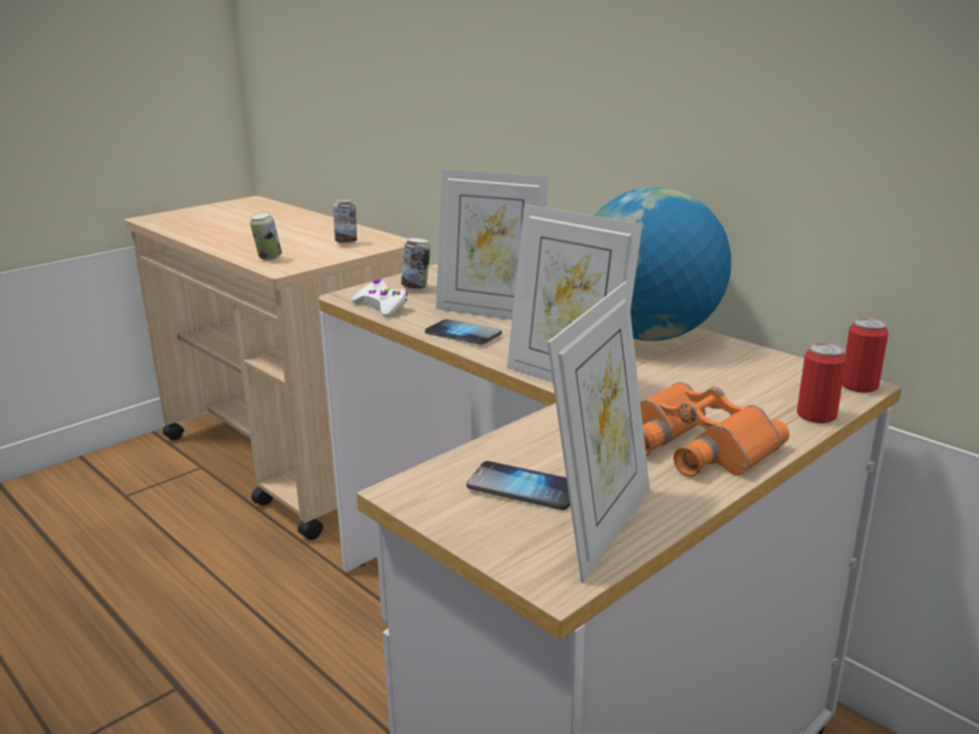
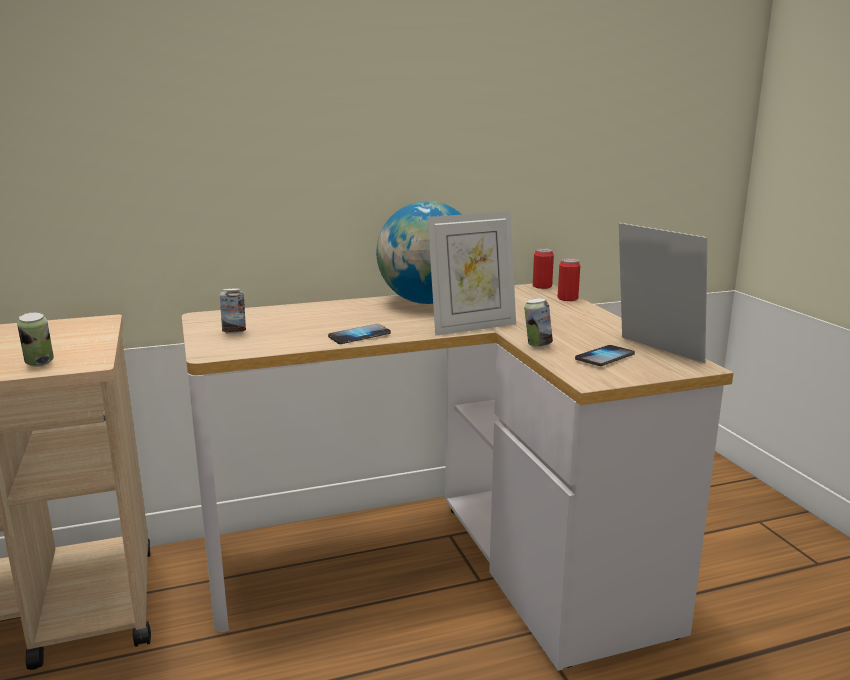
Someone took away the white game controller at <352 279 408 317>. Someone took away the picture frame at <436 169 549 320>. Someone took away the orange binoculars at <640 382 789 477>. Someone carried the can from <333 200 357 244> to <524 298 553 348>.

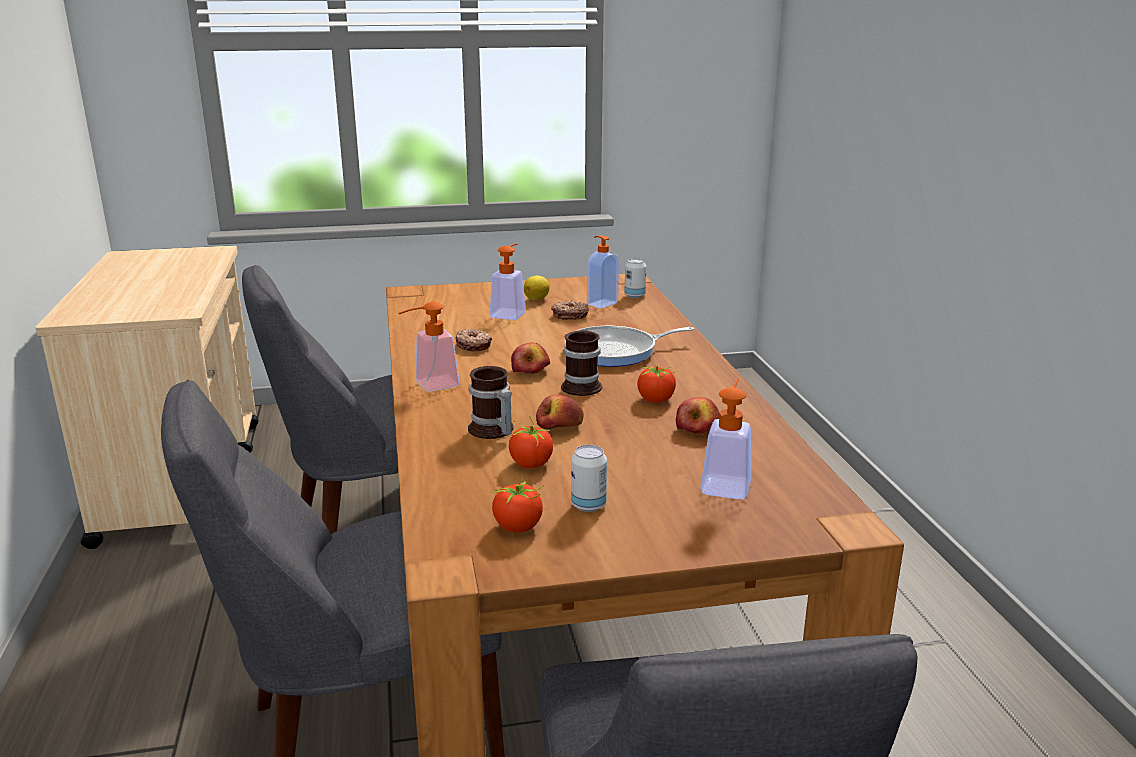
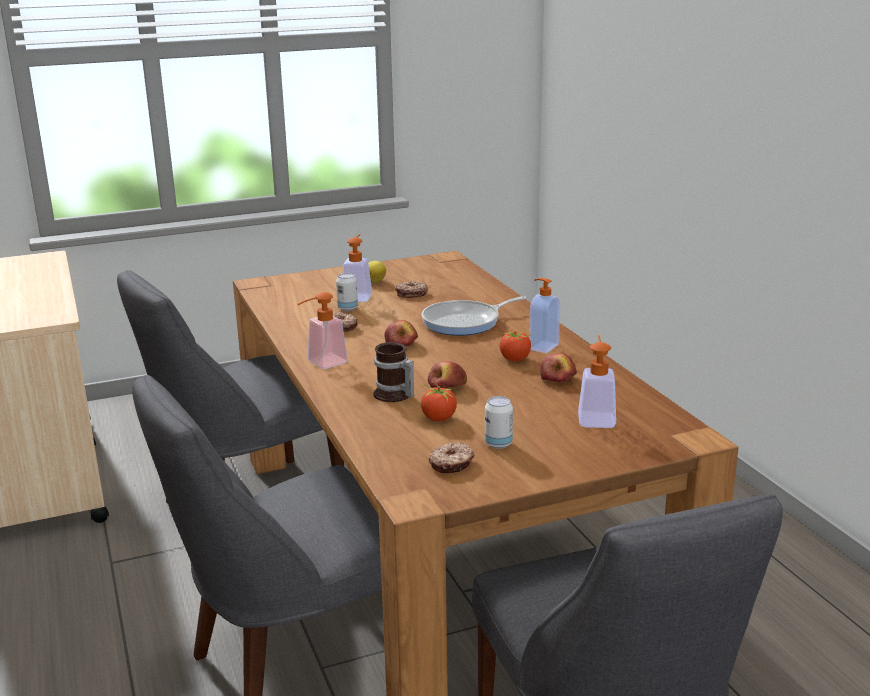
Someone took away the coffee mug at <561 330 602 396>. Someone carried the soap bottle from <587 235 619 309> to <529 278 560 353>. Someone carried the can from <624 258 646 298> to <336 273 358 311>. Someone swapped the whole tomato at <491 479 544 533> for the doughnut at <429 443 474 473>.

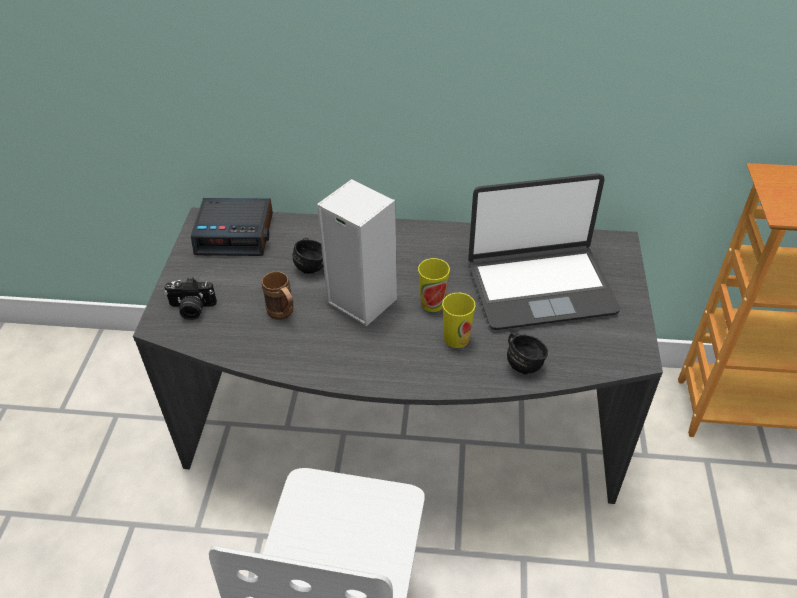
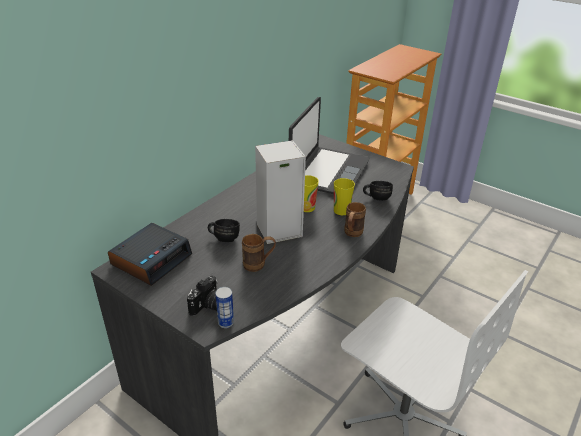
Someone put down the can at <215 287 234 328>. Someone put down the brown-coloured coffee mug at <344 202 366 237>.

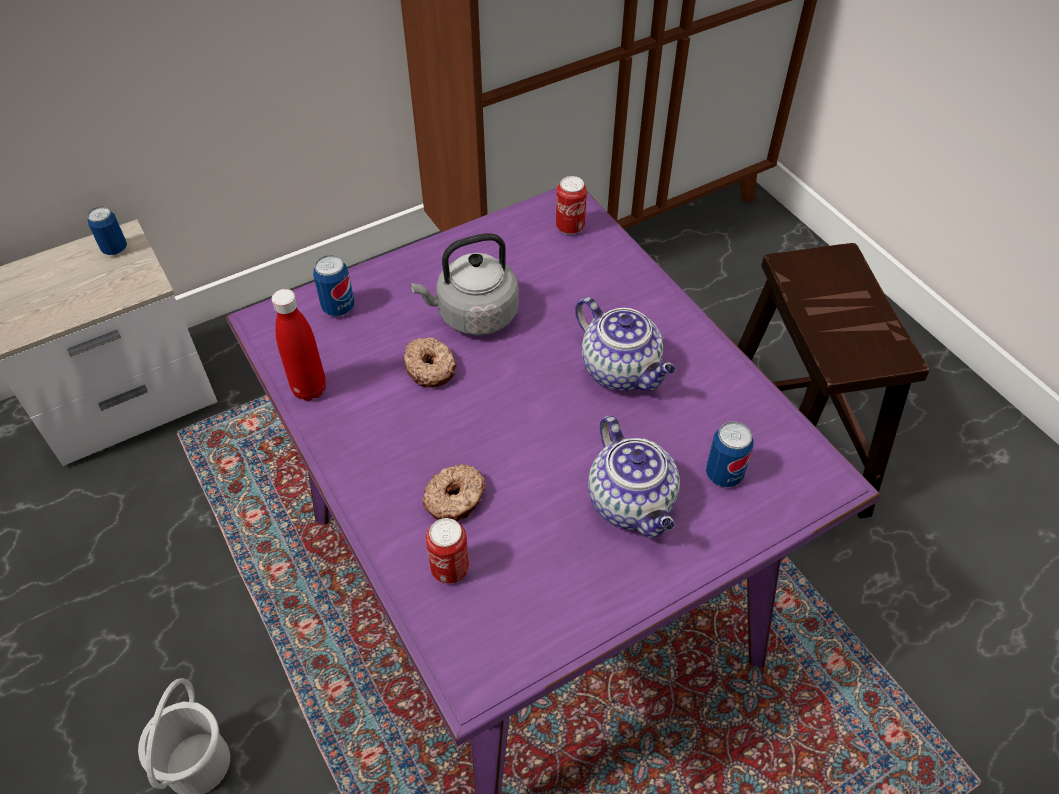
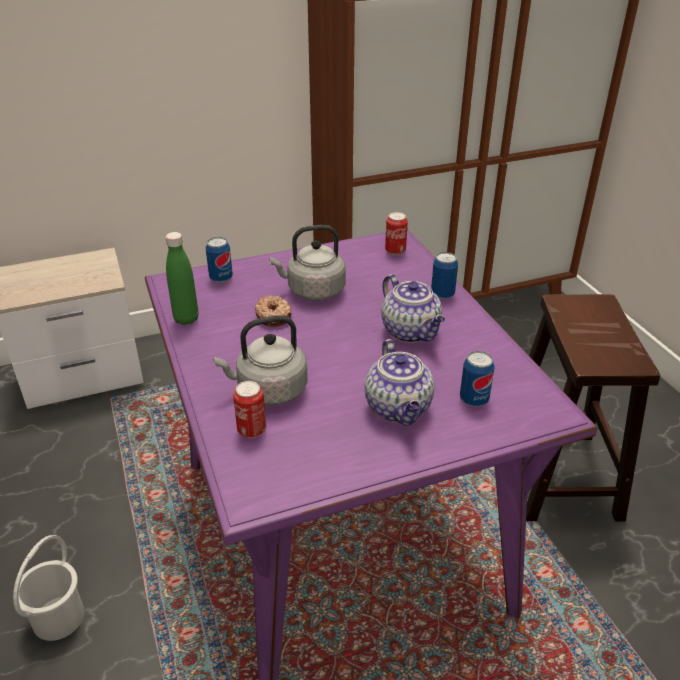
Someone carried the can from <87 206 127 255> to <431 252 458 299>. Someone swapped the doughnut at <422 464 486 521> for the gray tea kettle at <213 315 308 405>. Someone repainted the reddish bottle at <272 289 326 401>, which became the green bottle at <165 232 199 325>.

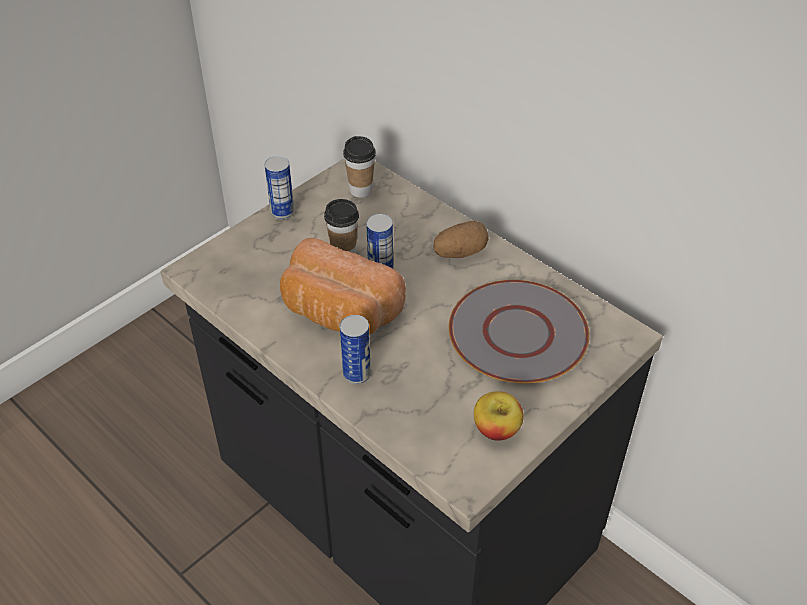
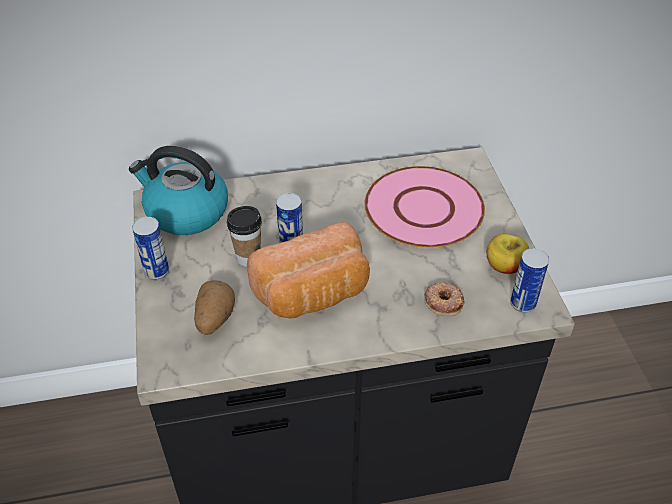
Someone put down the doughnut at <424 282 465 316>. Someone carried the can from <340 315 371 384> to <510 248 549 313>. Someone carried the potato from <433 220 489 258> to <194 280 235 335>. Someone swapped the cup at <343 136 376 198> for the tea kettle at <129 146 228 235>. Someone repainted the gray dinner plate at <449 280 589 384>, which became the pink dinner plate at <364 166 485 248>.

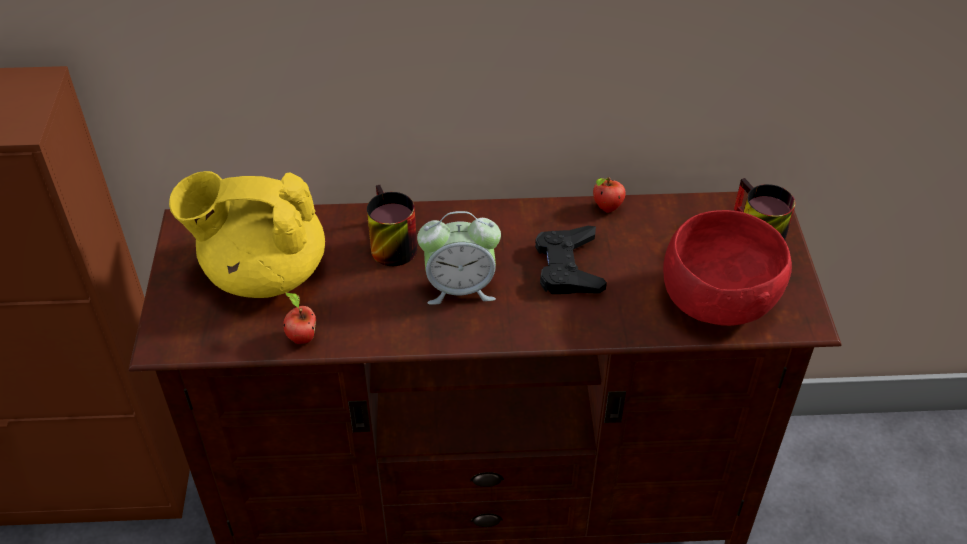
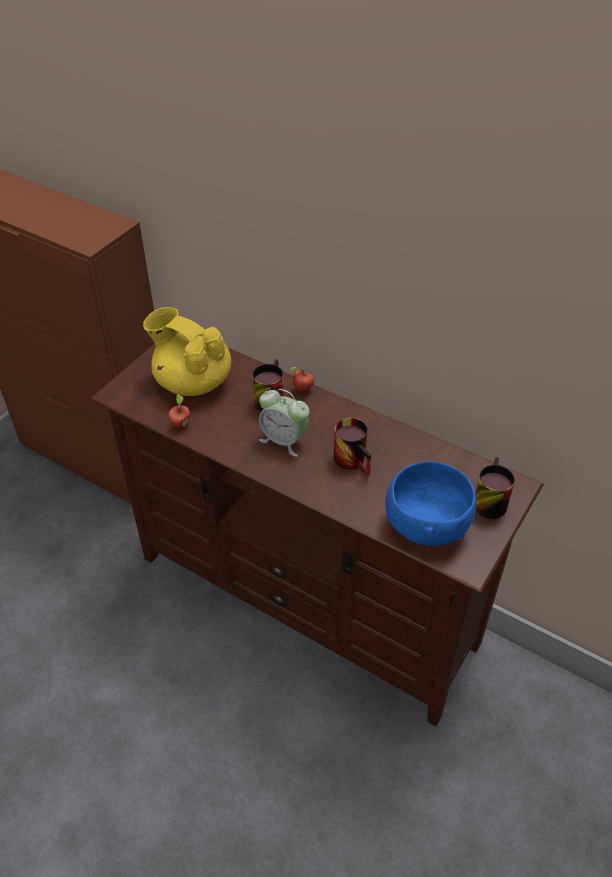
Someone carried the whole apple from <593 177 626 213> to <289 367 314 393>. Someone swapped the blackish game controller at <535 226 607 294> for the coffee mug at <334 418 371 476>. Someone repainted the reddish deep dish at <663 210 792 326>, which became the blue-coloured deep dish at <386 462 476 546>.

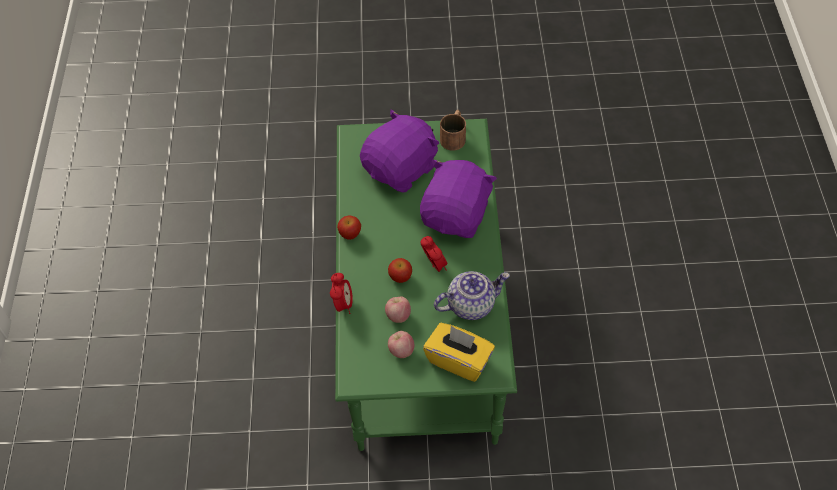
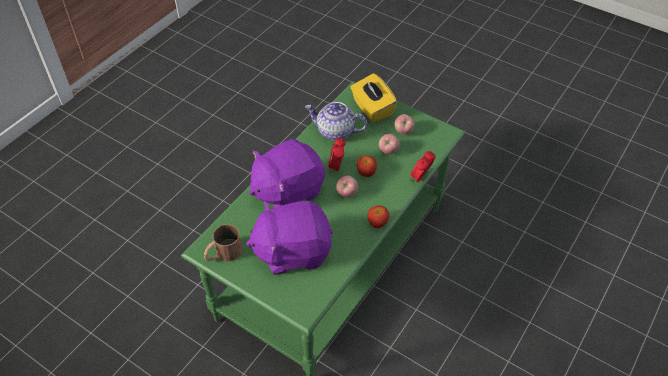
Someone put down the whole apple at <336 176 358 198>.

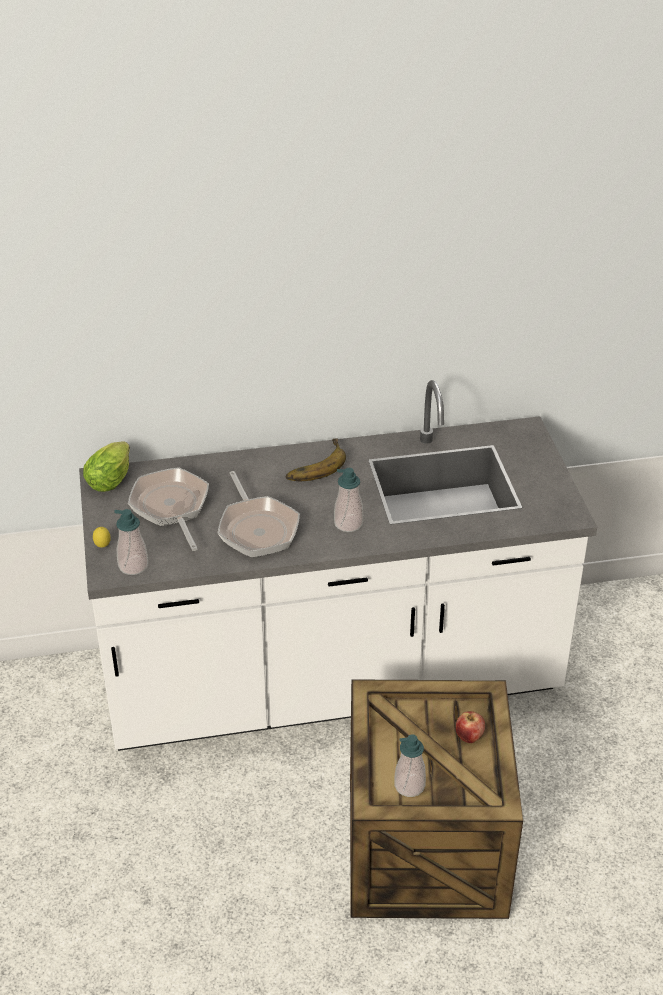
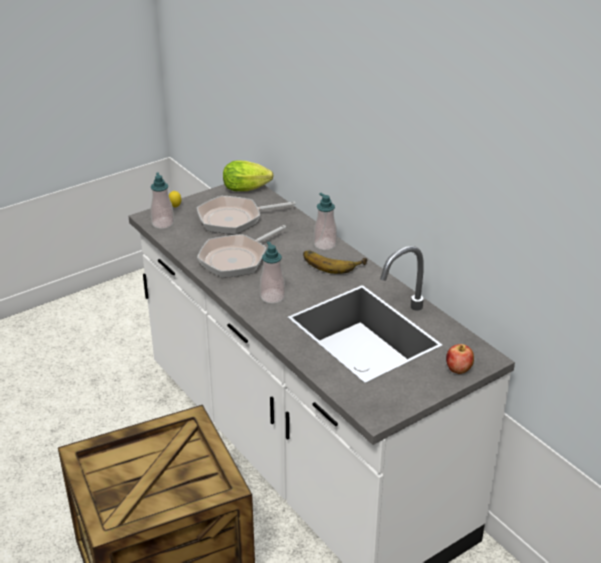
Someone carried the soap bottle from <394 734 426 797> to <314 193 337 250>. Someone carried the whole apple from <456 711 485 743> to <446 344 474 374>. Someone rotated the pan at <128 467 209 551> by 150 degrees counterclockwise.

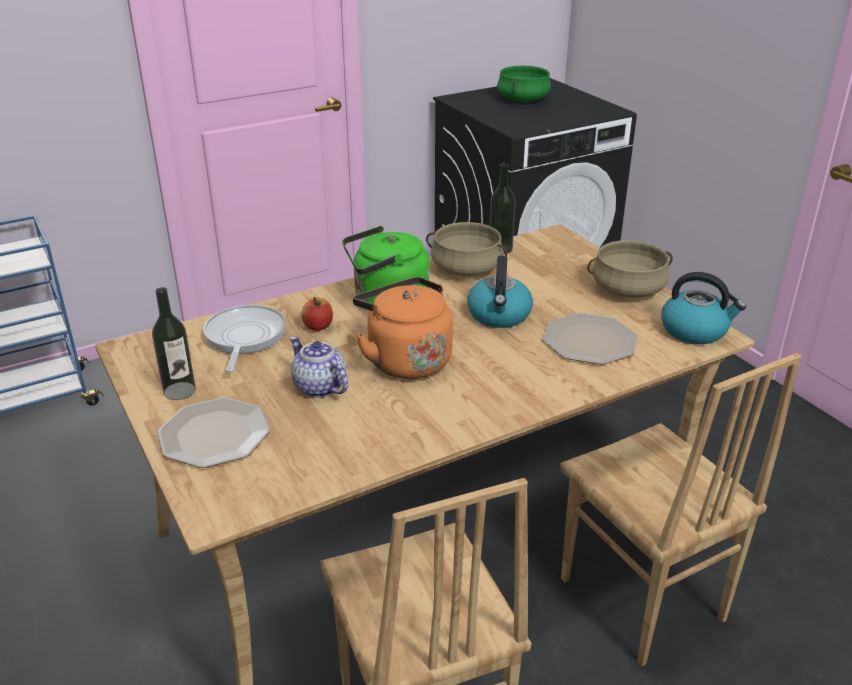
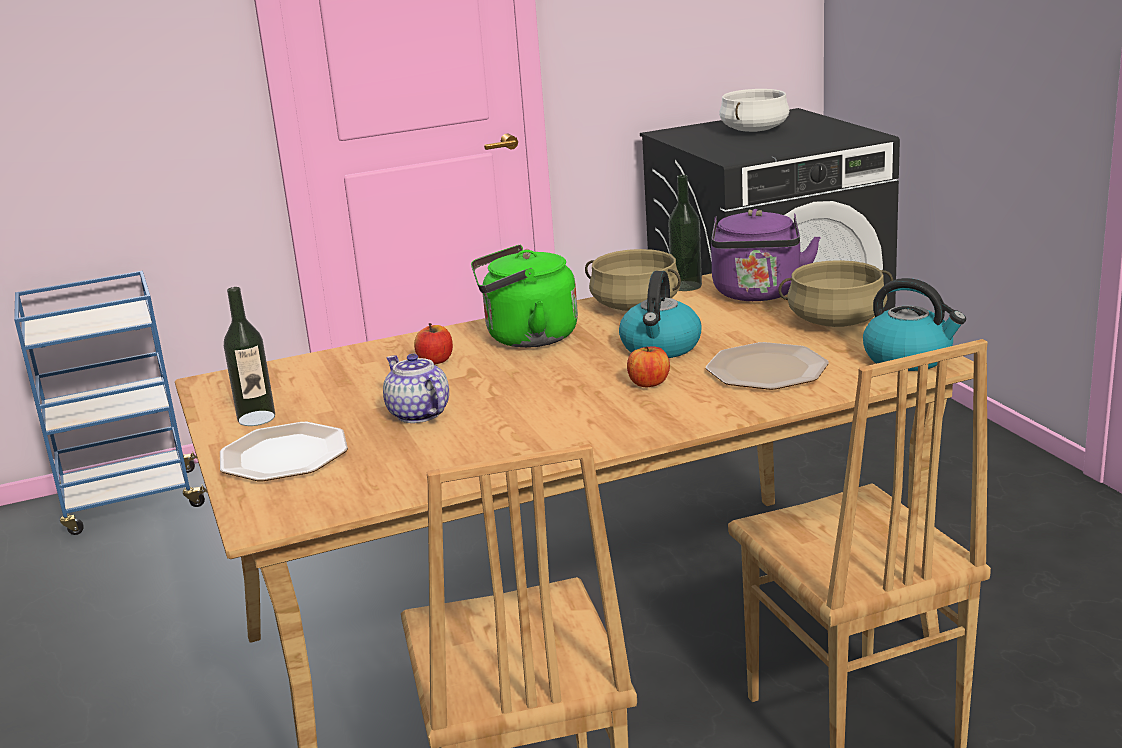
Someone took away the pan at <203 305 286 372>. Someone took away the orange tea kettle at <353 277 453 379>. Someone put down the whole apple at <627 346 670 387>. Someone put down the purple-coloured tea kettle at <711 209 821 301>. Someone repainted the green cooking pot at <497 66 551 102>, which became the white cooking pot at <719 89 789 132>.

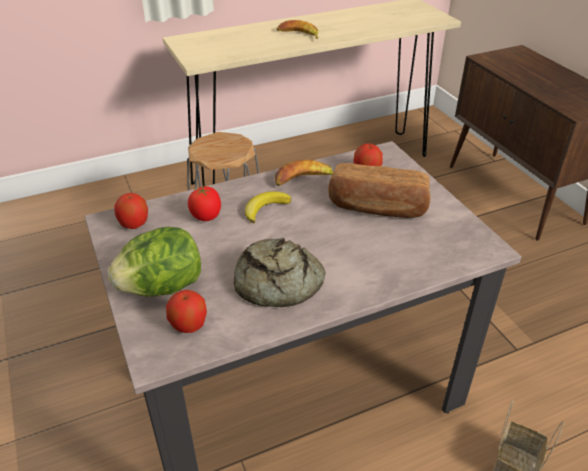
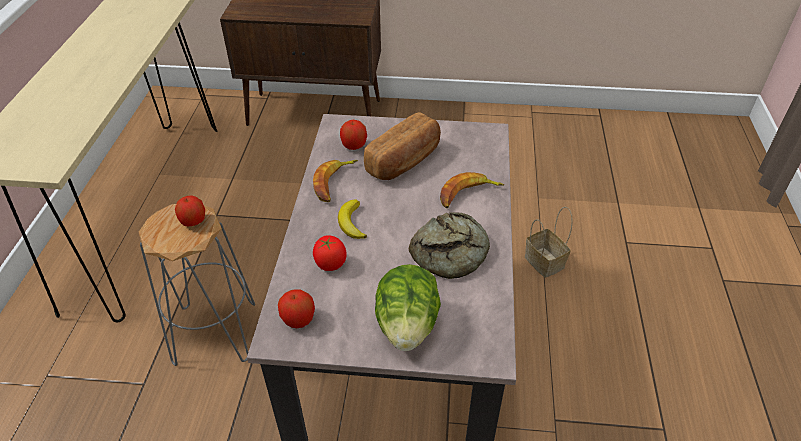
Someone carried the whole apple from <166 290 207 333> to <175 195 205 227>. Someone carried the banana from <277 20 318 39> to <440 172 504 208>.

